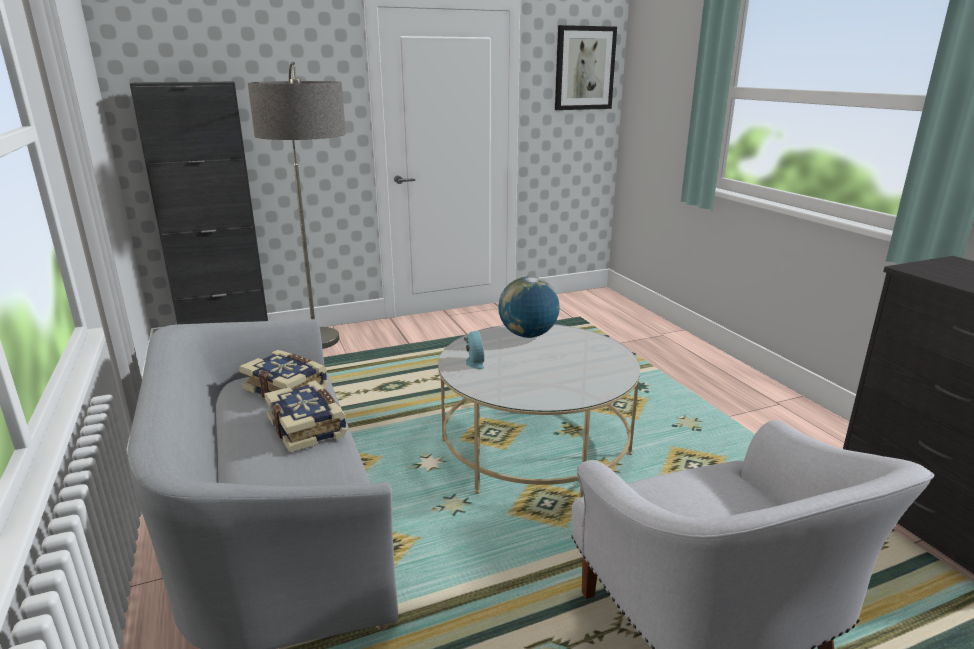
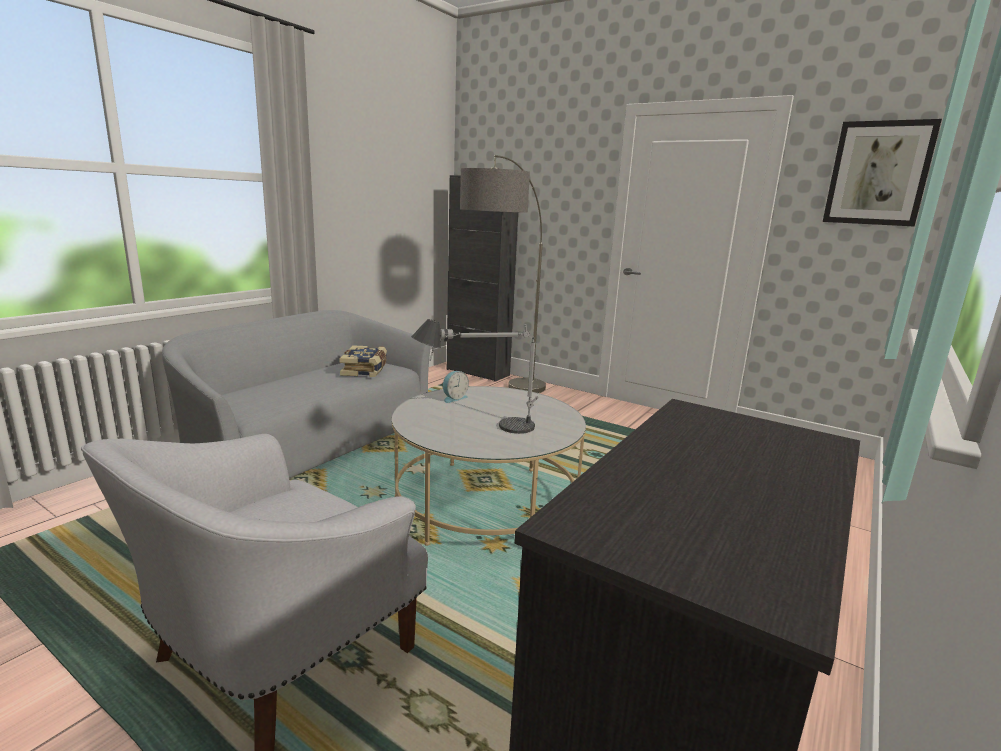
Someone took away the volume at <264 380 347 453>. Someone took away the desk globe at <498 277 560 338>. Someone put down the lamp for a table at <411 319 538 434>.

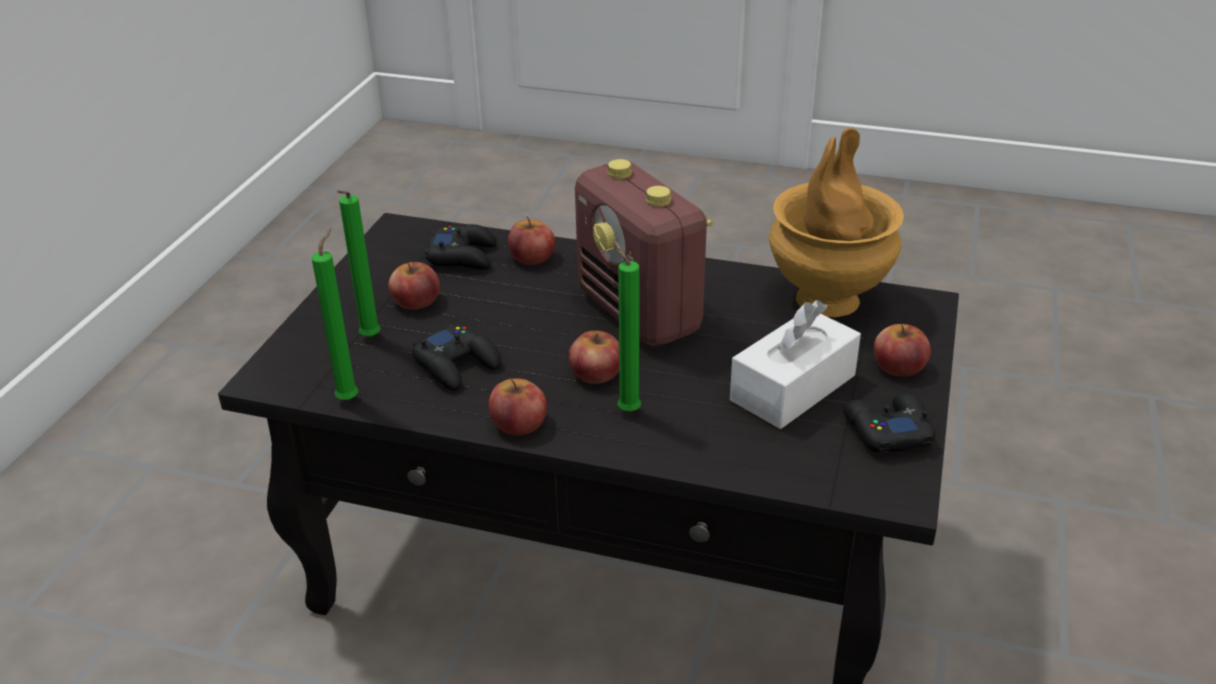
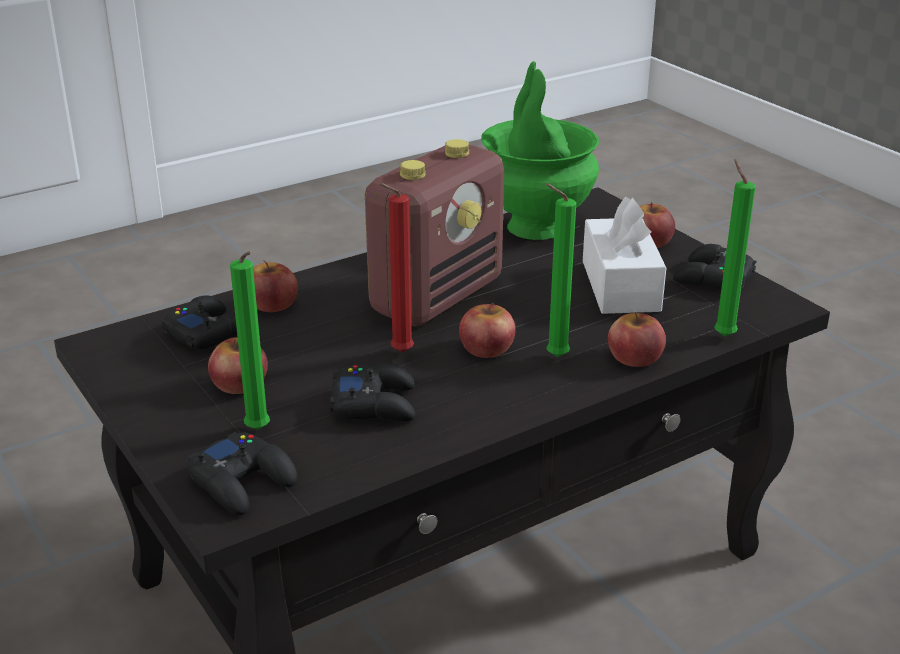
Someone put down the blackish game controller at <186 432 297 515>. Someone put down the reddish wax light at <380 183 414 352>. Someone carried the green wax light from <311 229 358 400> to <714 159 756 337>. Someone carried the whole apple from <489 378 547 435> to <608 312 666 367>. Someone repainted the brown-coloured decorative vase at <769 128 904 317>, which became the green decorative vase at <481 61 599 240>. Someone rotated the radio at <575 159 713 347> by 60 degrees counterclockwise.

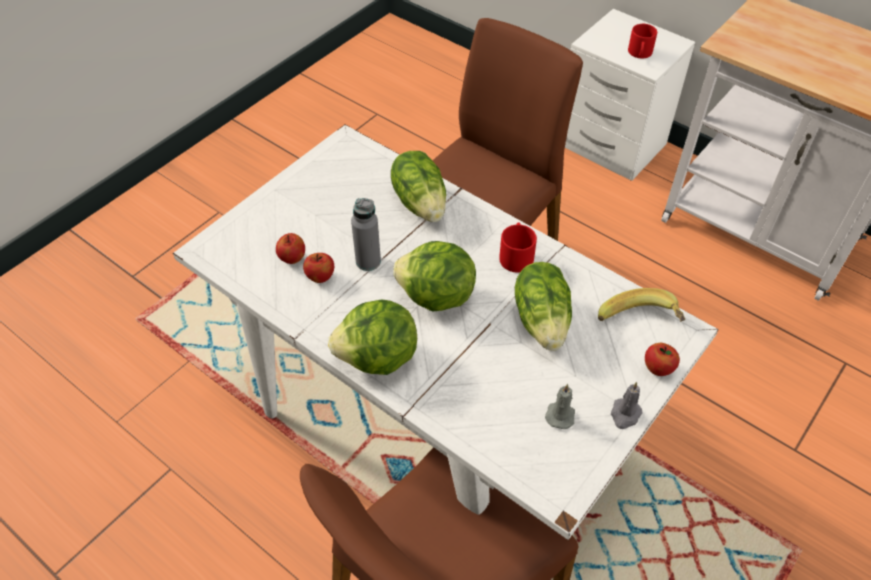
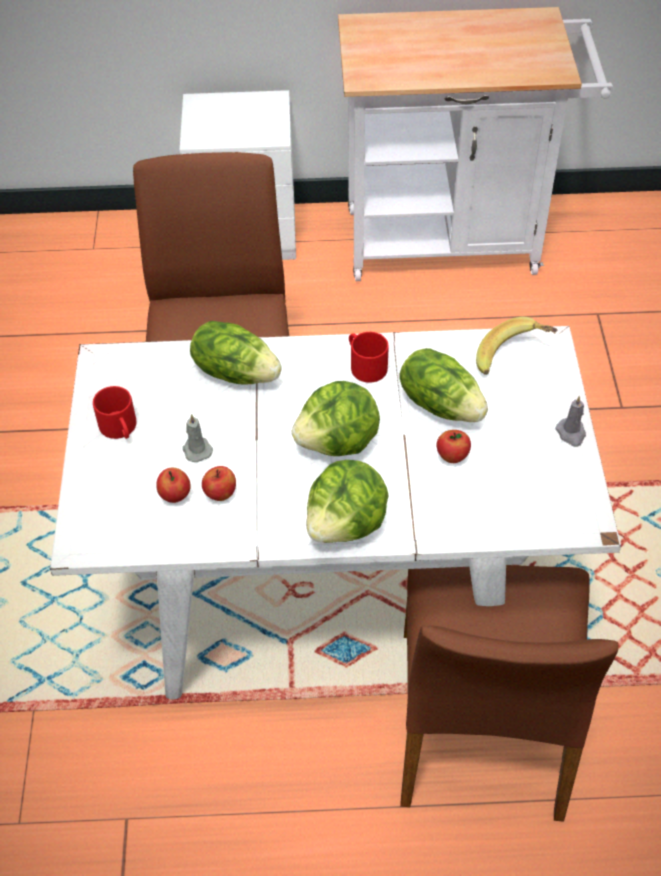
Someone took away the gray bottle at <351 198 381 271>. Someone carried the gray wax light from <545 384 575 429> to <183 414 213 462>. Someone carried the reddish coffee mug from <628 24 657 58> to <93 386 137 439>. Someone carried the whole apple from <645 343 680 376> to <437 430 471 463>.

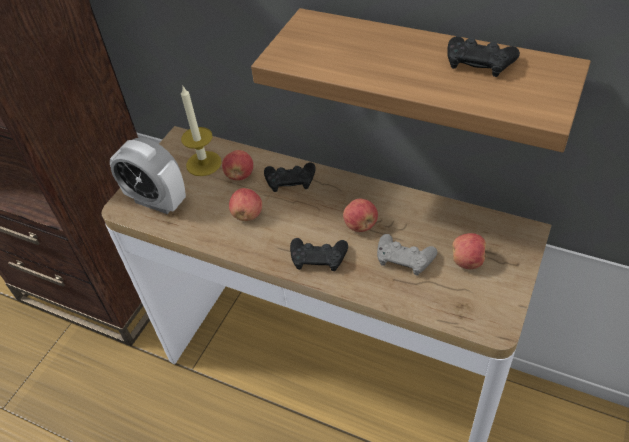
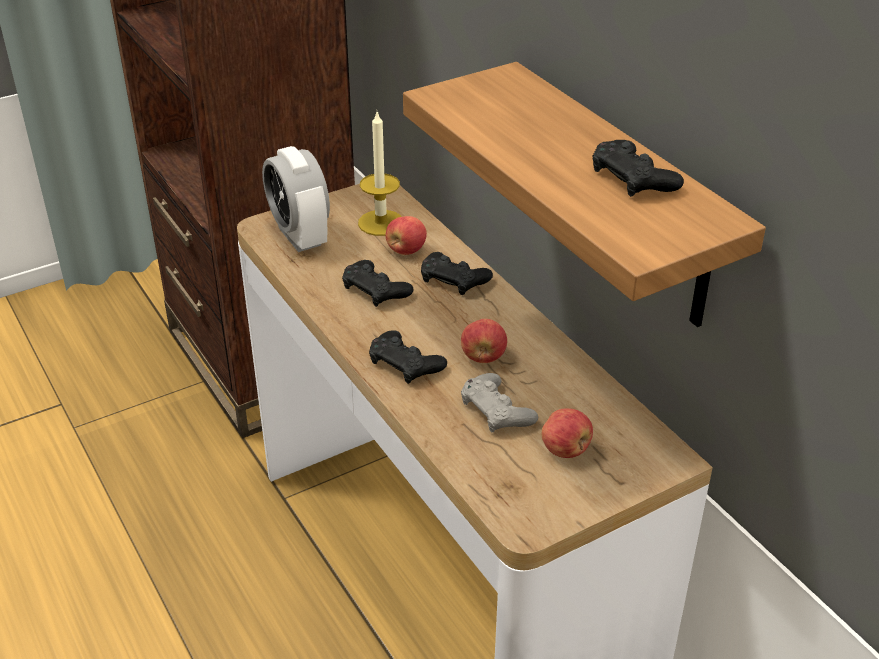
Someone swapped the whole apple at <229 188 262 221> for the blackish game controller at <342 260 414 307>.

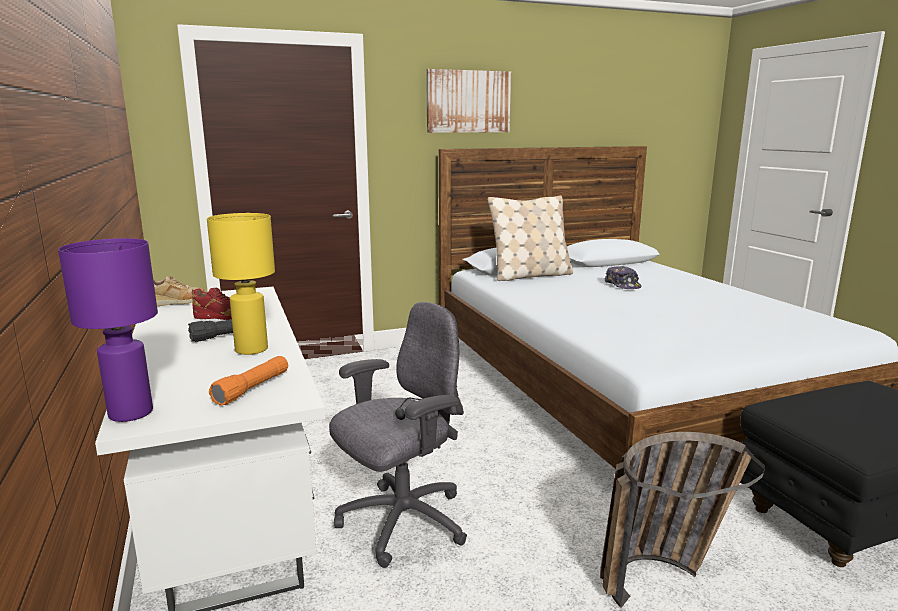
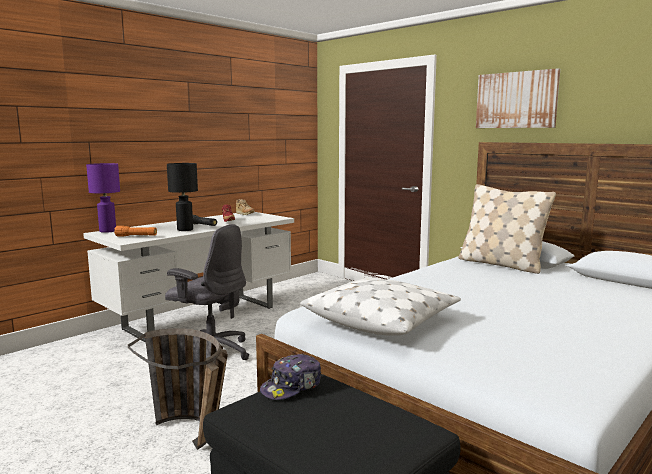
Someone put down the white cushion at <300 277 461 336>. Someone carried the peaked cap from <605 266 642 289> to <260 353 321 400>. Someone repainted the yellow lamp for a table at <207 213 275 355>, which became the blackish lamp for a table at <167 163 198 231>.

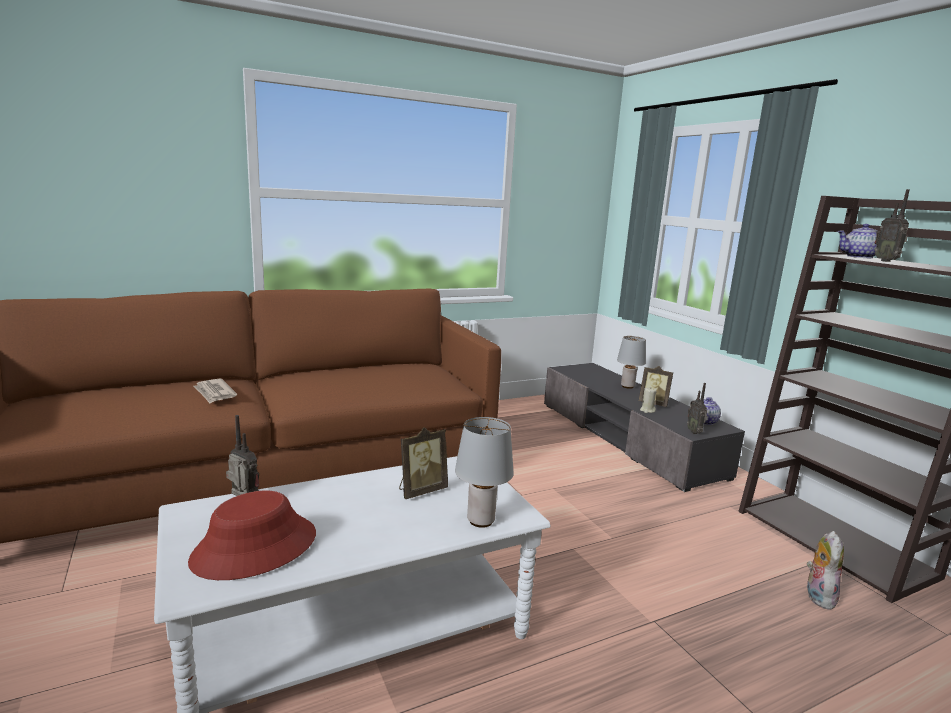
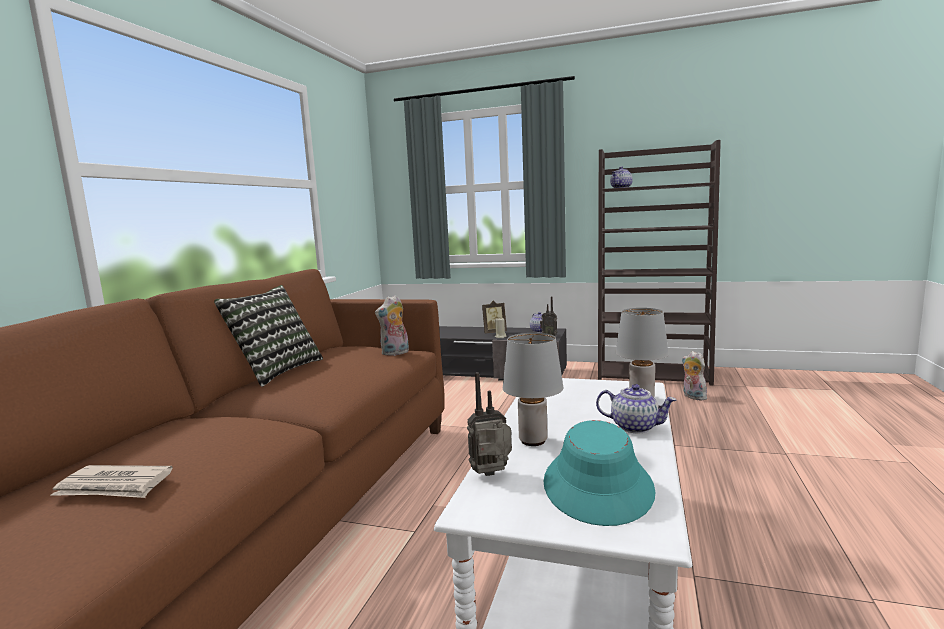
Someone took away the picture frame at <399 427 448 499>. Someone took away the radio at <875 189 910 262>. Someone put down the cushion at <214 285 323 387>. Someone put down the soft toy at <375 295 409 356>. Someone put down the pot for tea at <596 384 677 433>. Someone carried the newspaper from <193 379 237 403> to <50 465 173 498>. Someone carried the gray lamp for a table from <617 336 646 389> to <503 333 563 446>. Someone repainted the reddish clothing hat at <188 490 316 580>, which became the turquoise-coloured clothing hat at <543 420 655 526>.

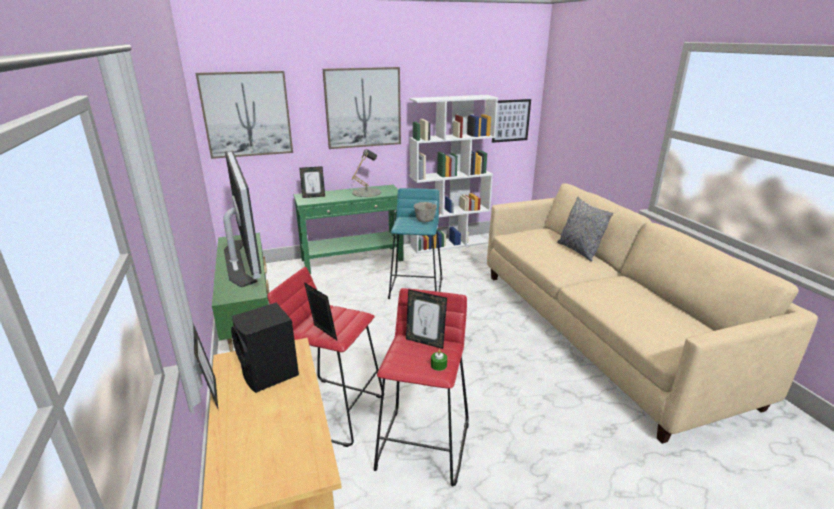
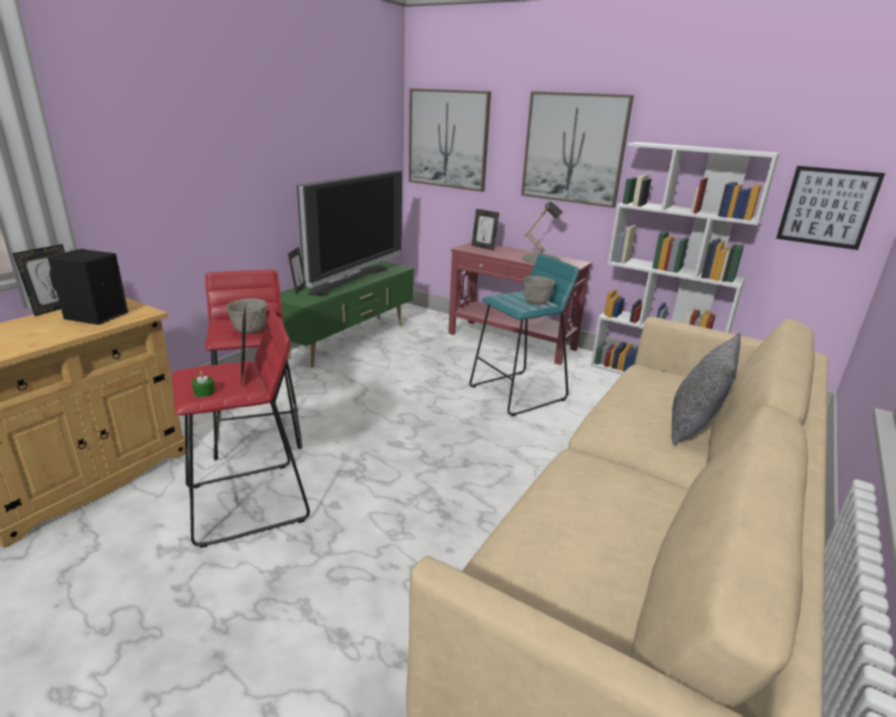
Someone put down the gray deep dish at <226 298 267 334>. Someone carried the picture frame from <304 282 337 340> to <288 247 306 294>. Someone repainted the green hall table at <293 185 403 274>, which became the reddish hall table at <448 242 592 365>.

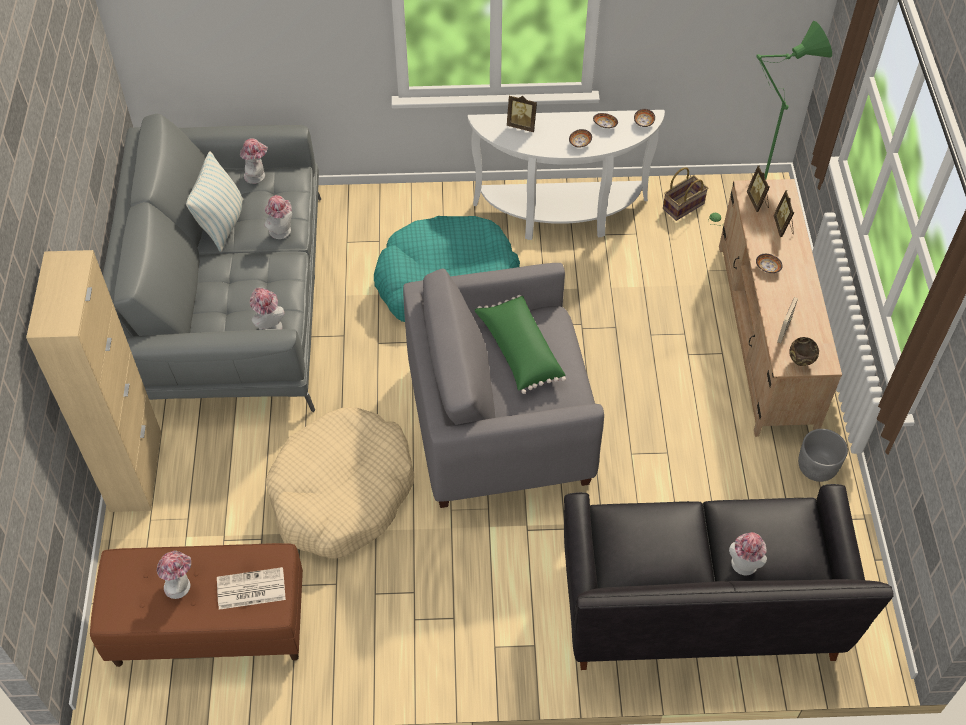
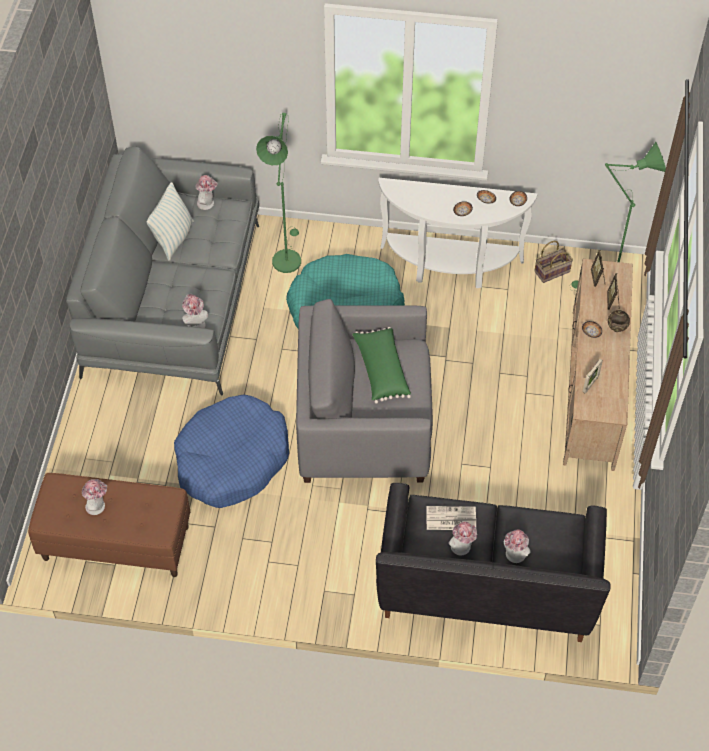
Someone took away the beige-coloured cupboard at <26 250 161 512>. Someone took away the picture frame at <507 95 537 132>. Someone took away the gray flower pot at <798 429 848 482>. Someone put down the green standing lamp at <256 113 301 273>. Someone carried the newspaper from <217 567 286 610> to <426 506 476 530>. Someone carried the clothing hat from <264 195 292 239> to <449 522 477 555>. Someone carried the brown-coloured deep dish from <789 337 819 366> to <608 310 630 332>. Someone repainted the beige-coloured pet bed at <265 407 414 559>, which became the blue-coloured pet bed at <174 395 289 508>.

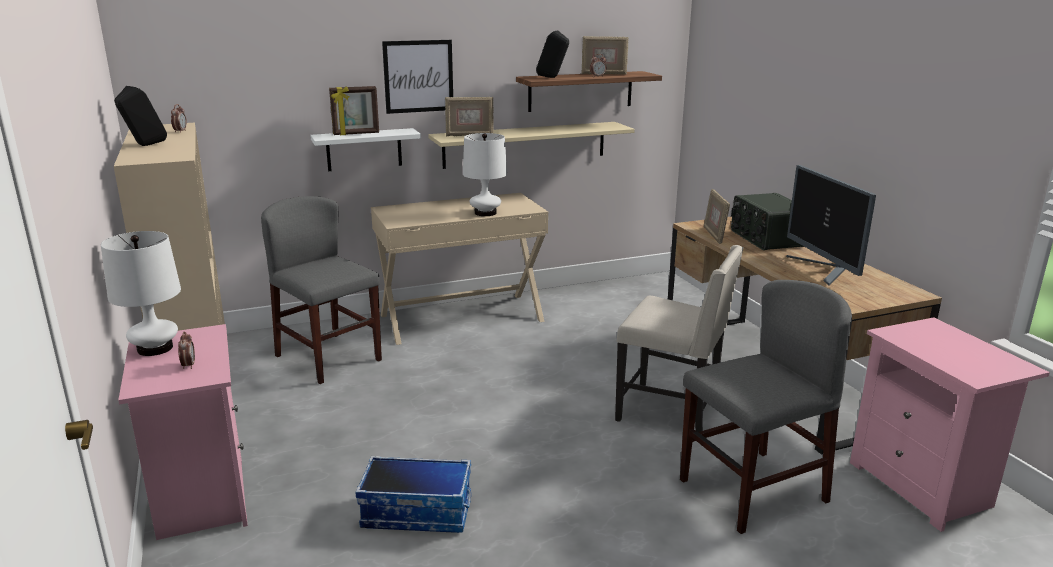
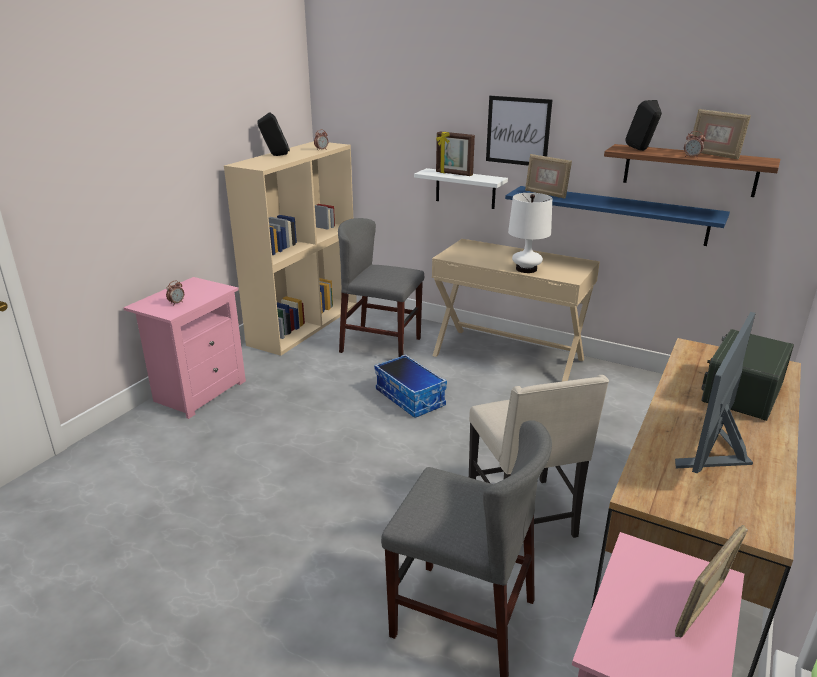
Someone took away the white lamp for a table at <101 231 181 356>. Someone carried the storage bin from <355 456 471 533> to <374 354 447 418>. Someone carried the picture frame from <704 189 730 244> to <675 525 748 638>. Someone repainted the beige-coloured bracket shelf at <428 122 635 169>, which became the blue-coloured bracket shelf at <505 186 730 246>. Someone rotated the gray plain chair at <261 196 382 384> by 75 degrees counterclockwise.

